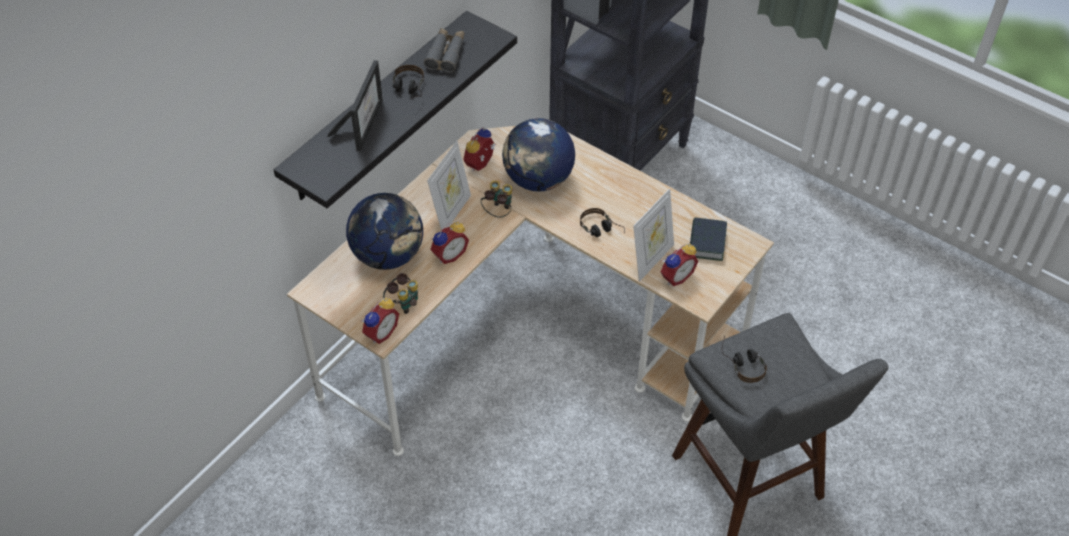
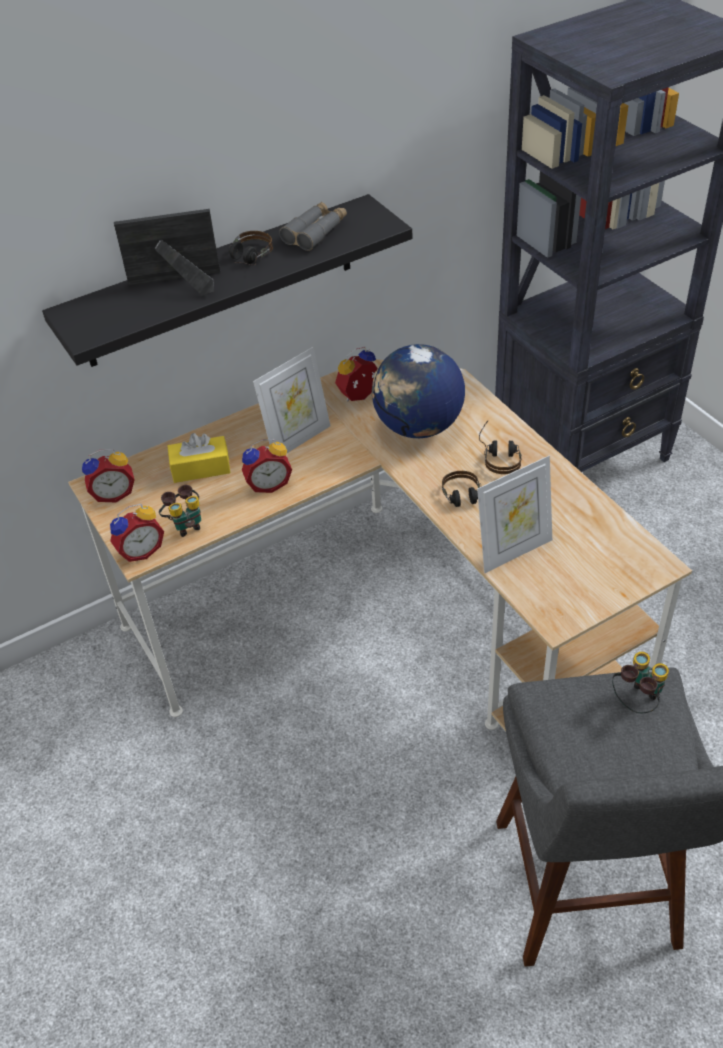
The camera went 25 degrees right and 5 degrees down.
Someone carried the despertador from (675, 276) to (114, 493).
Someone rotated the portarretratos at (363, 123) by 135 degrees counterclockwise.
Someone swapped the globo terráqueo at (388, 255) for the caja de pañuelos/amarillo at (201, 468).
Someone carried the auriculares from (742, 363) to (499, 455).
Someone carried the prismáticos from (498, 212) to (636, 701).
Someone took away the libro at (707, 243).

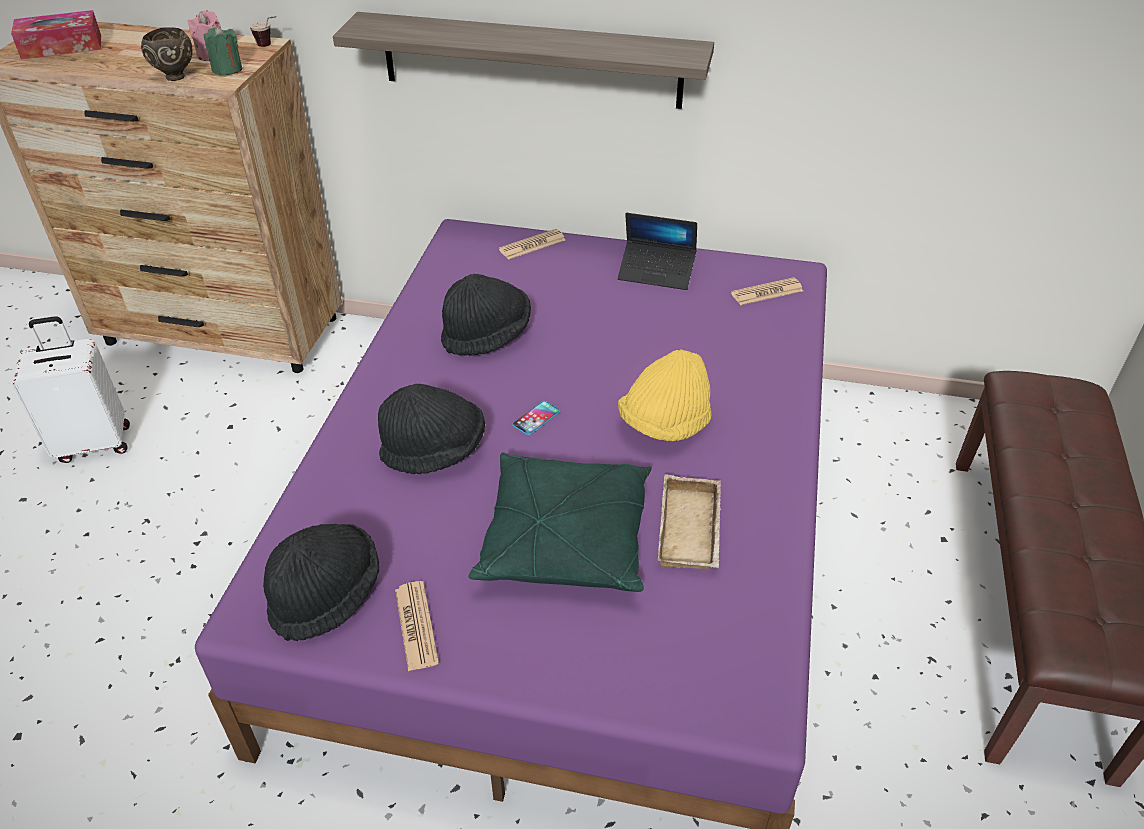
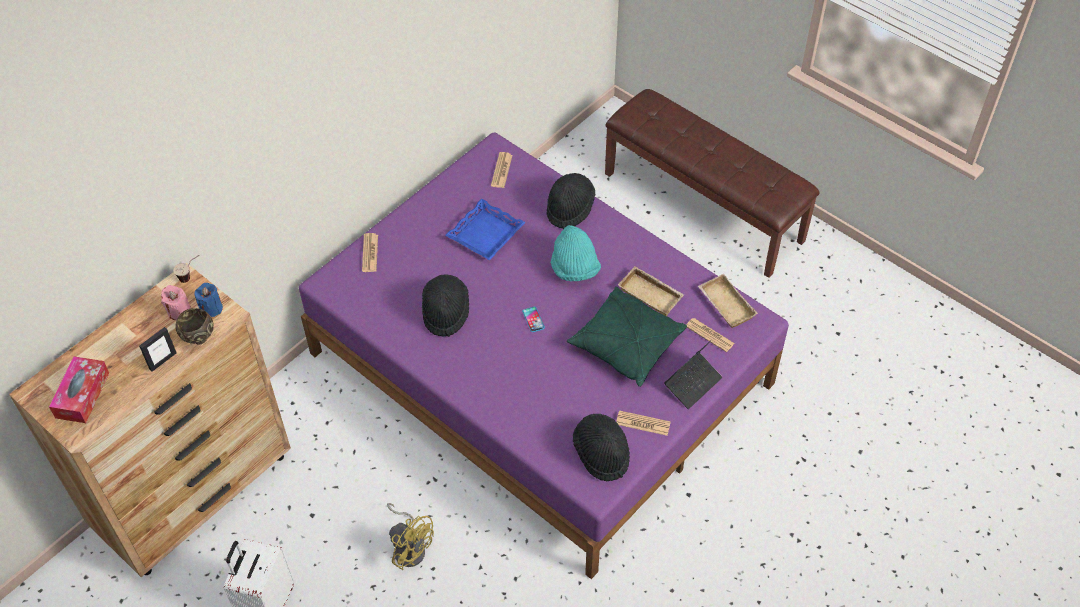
The camera went 60 degrees left and 10 degrees up.
Someone put down the portarretratos at (162, 361).
Someone repainted the vela/verde at (227, 69), which became the vela/azul at (211, 308).
Someone put down the ventilador/amarillo at (410, 547).
Someone put down the bandeja/azul at (486, 234).
Someone carried the sombrero/negro from (434, 451) to (569, 208).
Someone repainted the sombrero/amarillo at (664, 424), which became the sombrero/turquesa at (574, 268).
Someone carried the portátil from (656, 272) to (692, 383).
Someone put down the periódico at (709, 335).
Someone put down the bandeja/beis at (724, 304).
Someone took away the estante at (531, 60).

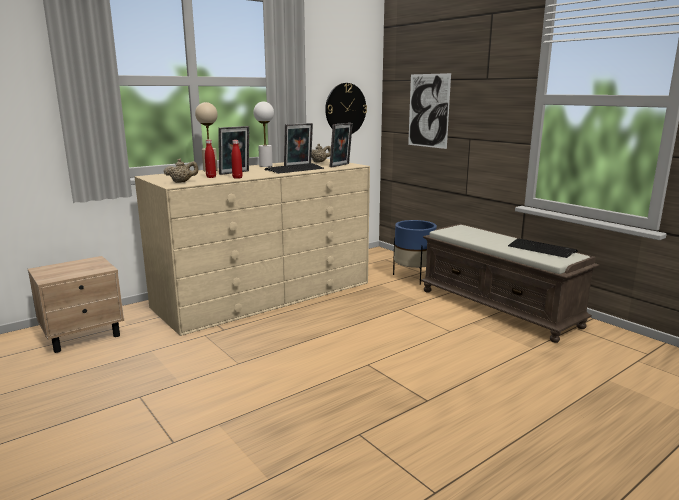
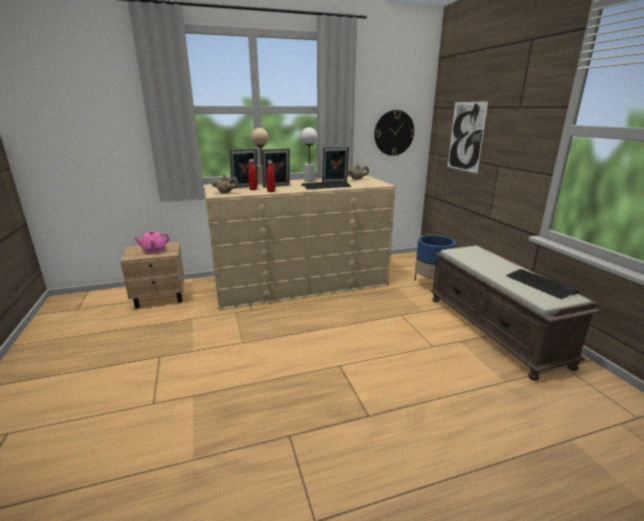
The camera went 20 degrees right and 5 degrees up.
Someone put down the tetera/rosa at (154, 250).
Someone carried the portarretratos from (341, 165) to (245, 187).

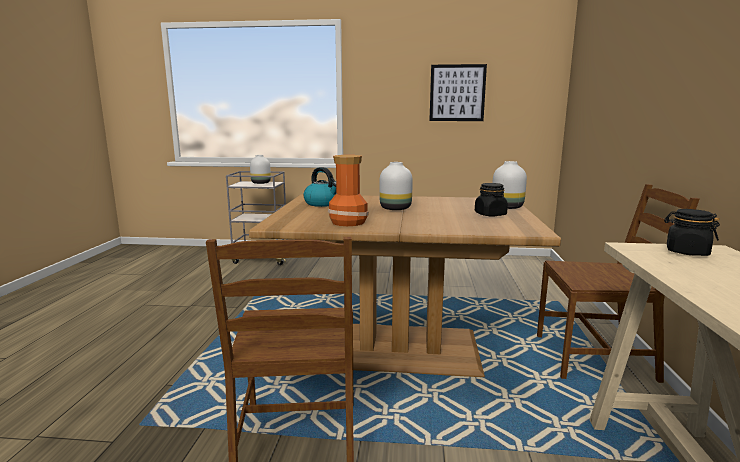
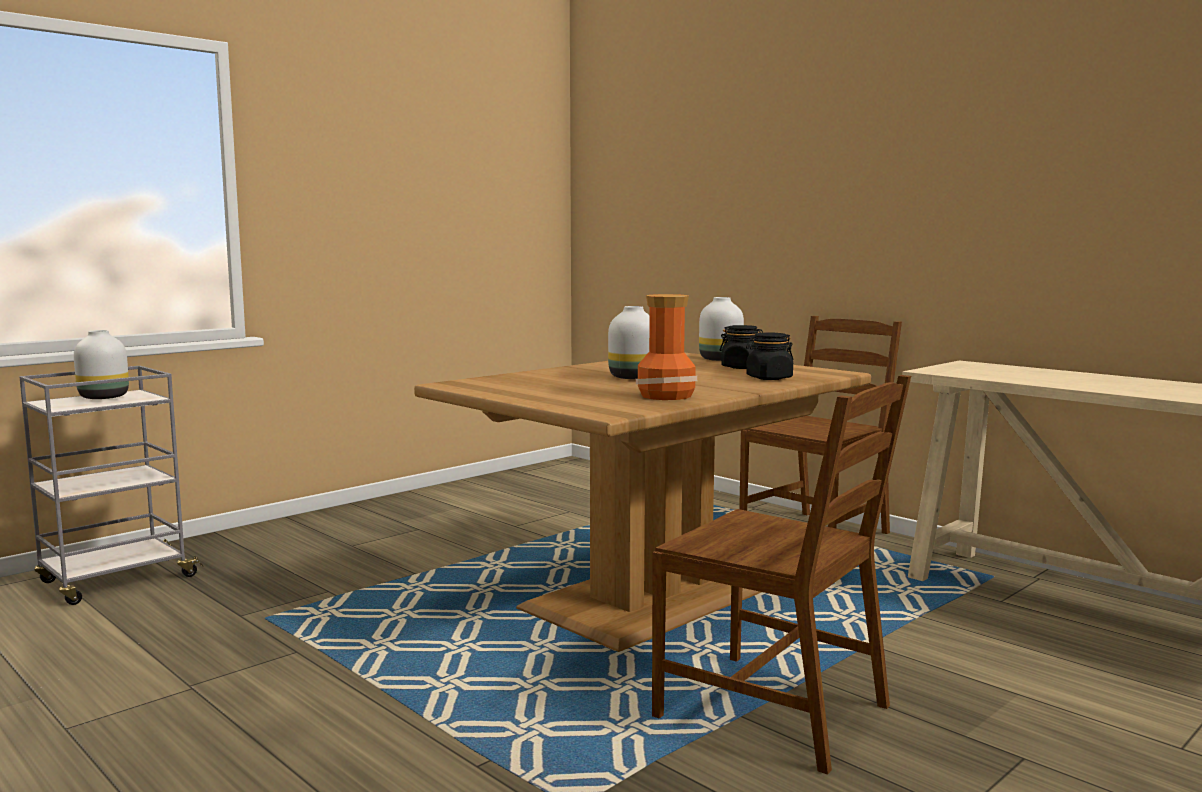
The camera went 50 degrees left and 5 degrees down.
Someone carried the tarro/negro from (686, 252) to (769, 378).
Someone took away the hervidor at (323, 203).
Someone took away the cuadro at (457, 93).

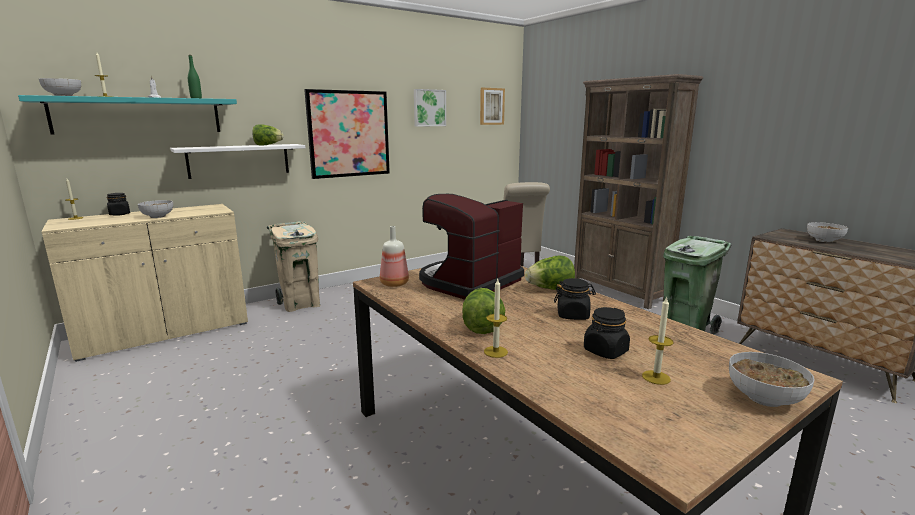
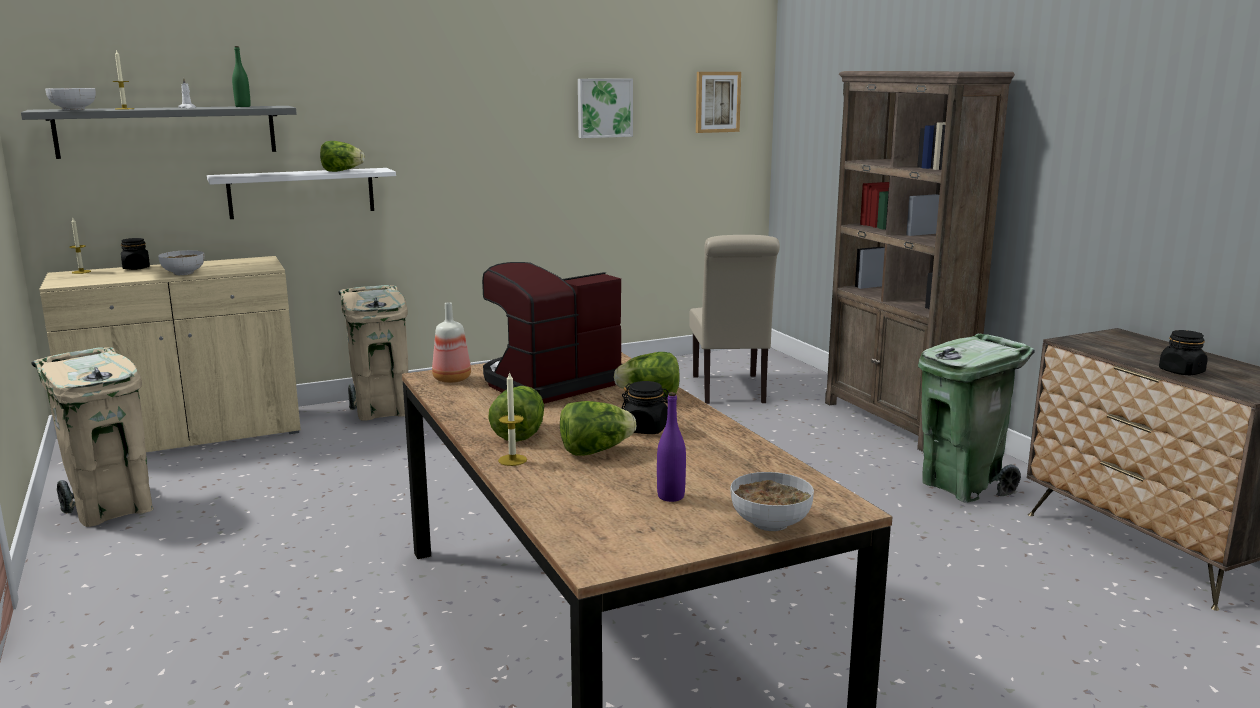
The camera went 10 degrees right and 0 degrees up.
Someone repainted the estante/turquesa at (139, 115), which became the estante/gris at (167, 131).
Someone put down the papelera/beis at (112, 509).
Someone put down the lechuga at (595, 451).
Someone swapped the vela at (656, 377) for the botella/morado at (670, 496).
Someone carried the tarro/negro from (605, 351) to (1181, 372).
Someone took away the cuadro at (349, 134).
Someone took away the cuenco at (824, 240).

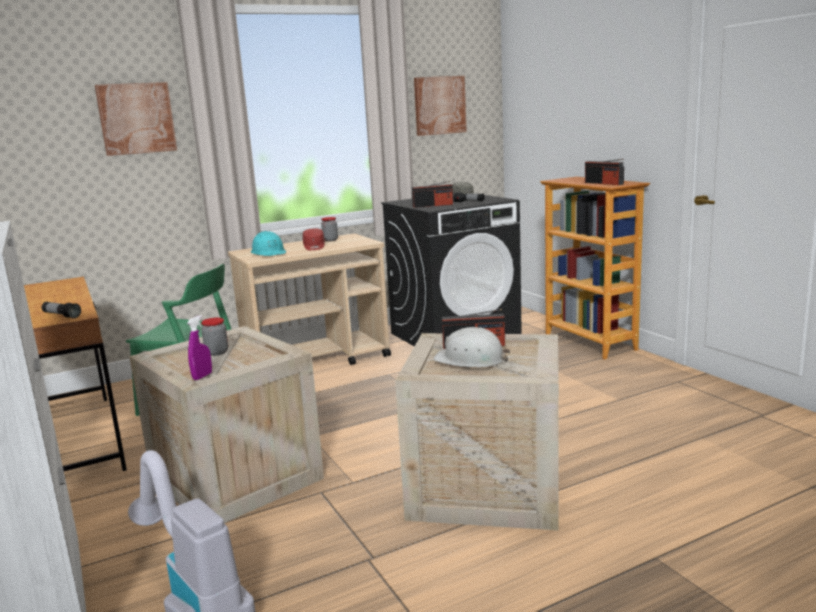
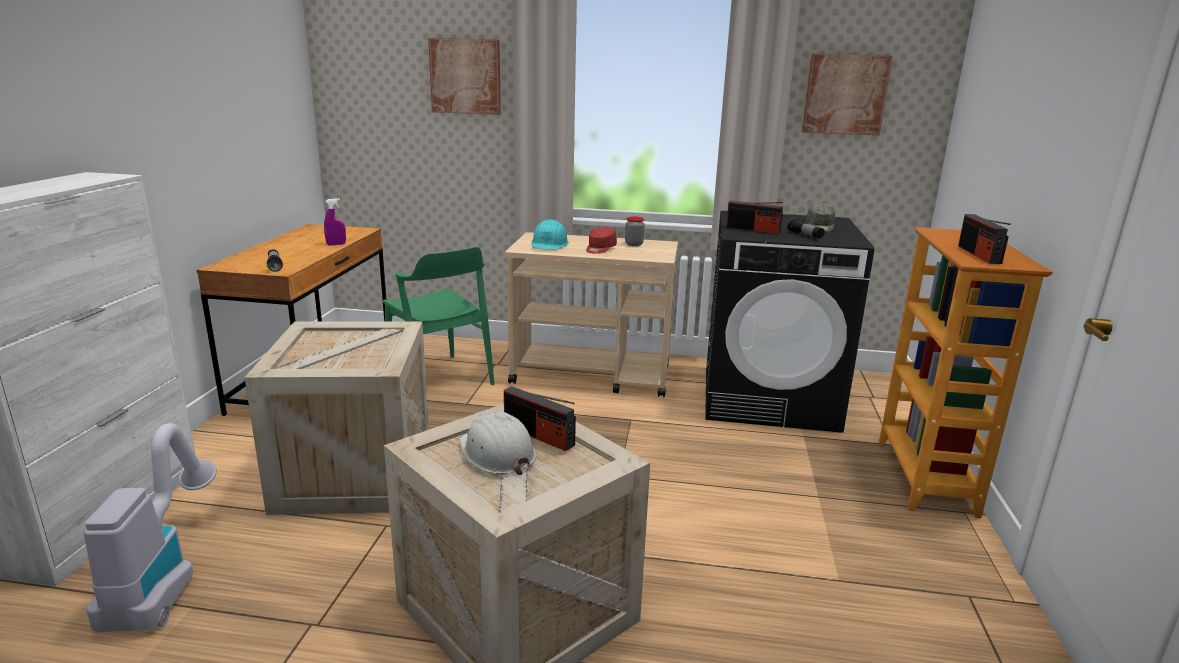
The camera went 35 degrees right and 5 degrees up.
Someone carried the pulverizador/morado from (202, 376) to (336, 244).
Someone took away the tarro at (217, 352).

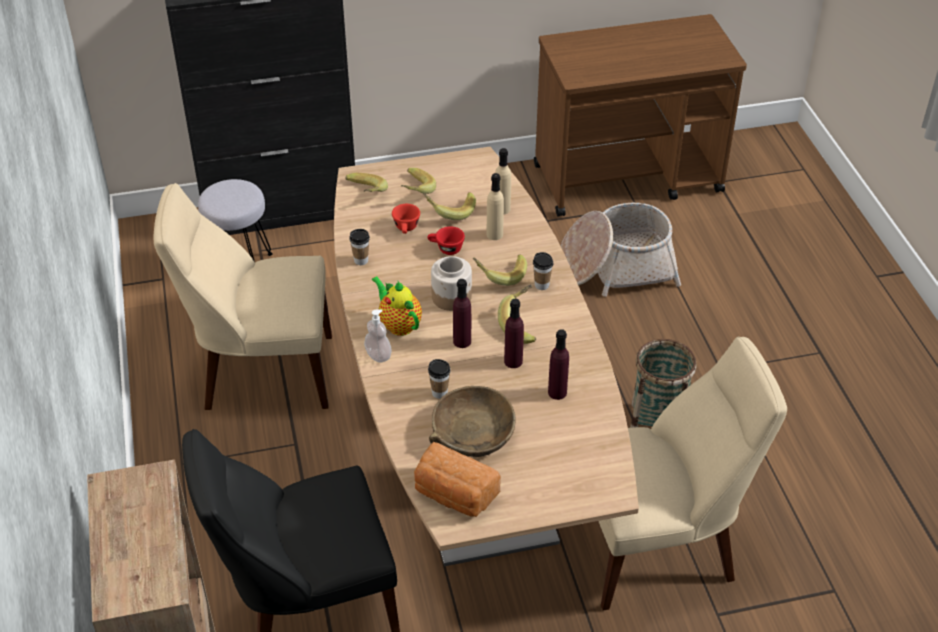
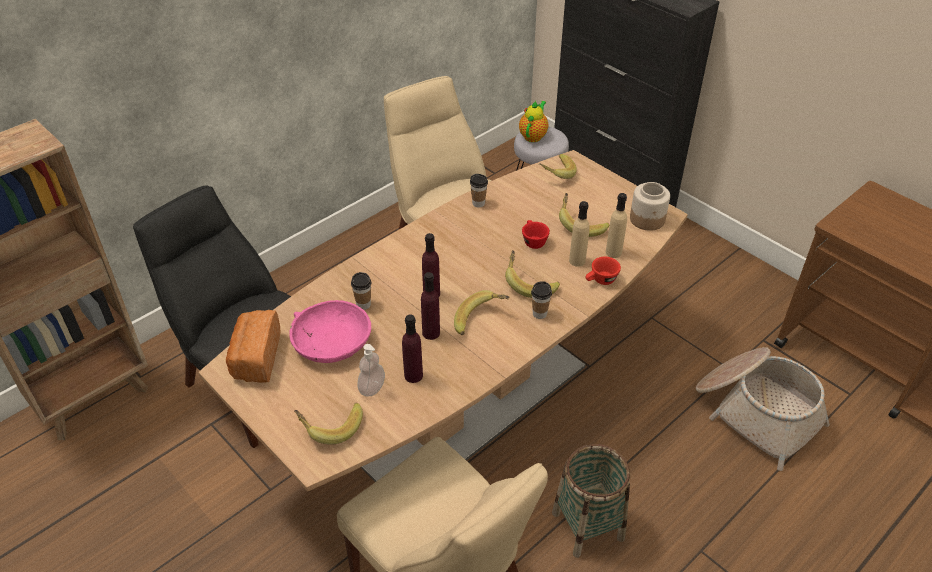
The camera went 60 degrees right and 0 degrees up.
Someone repainted the cuenco/marrón at (473, 433), which became the cuenco/rosa at (331, 342).
Someone carried the plátano from (413, 191) to (330, 427).
Someone carried the dispensador de jabón from (378, 355) to (372, 388).
Someone carried the tetera from (398, 324) to (533, 136).
Someone carried the taza/rojo from (406, 229) to (600, 281).
Someone carried the tarro from (452, 297) to (647, 219).

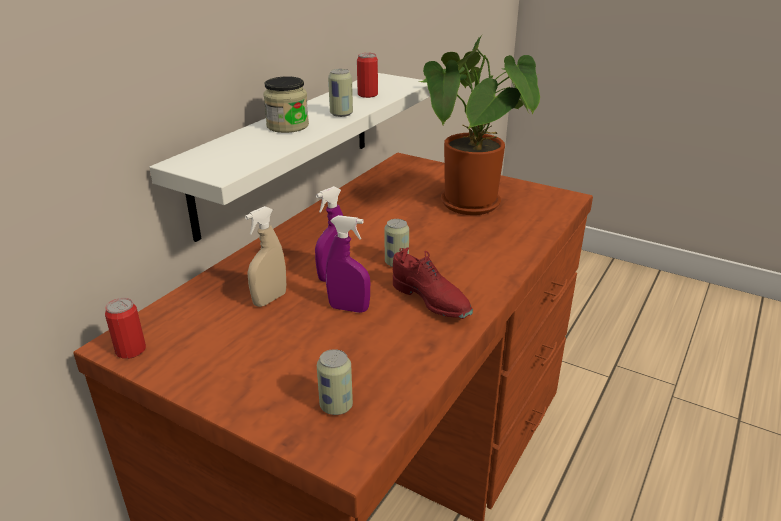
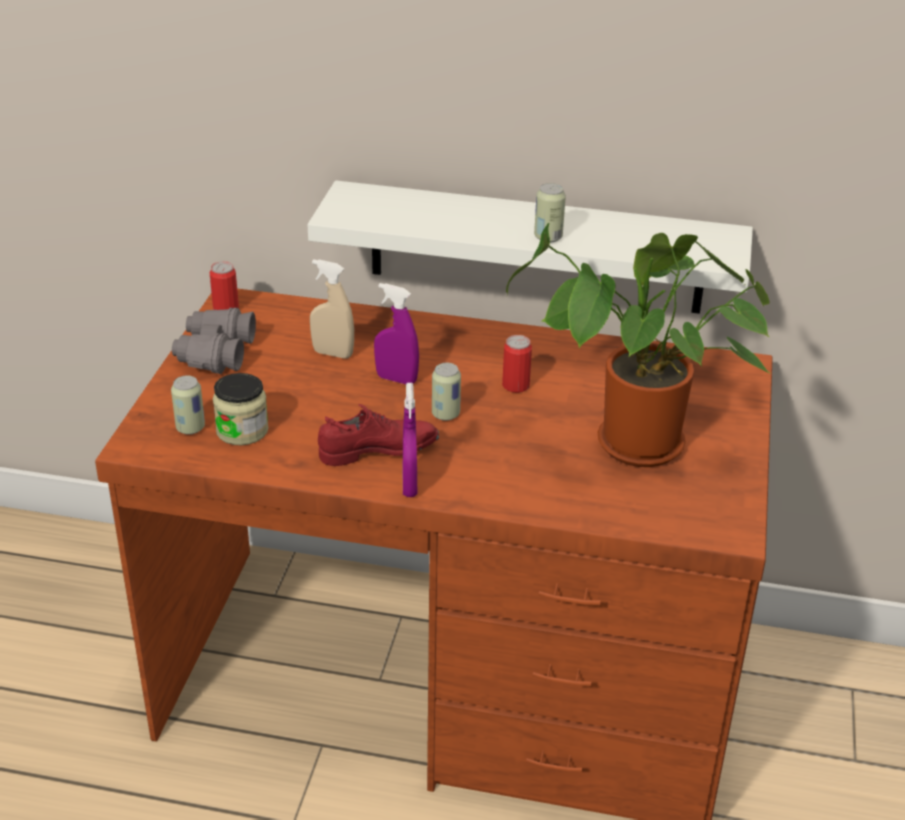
The camera went 70 degrees right and 5 degrees up.
Someone put down the prismáticos/gris at (215, 353).
Someone carried the tarro from (287, 126) to (242, 431).
Someone rotated the zapato/rojo at (431, 301) by 135 degrees counterclockwise.
Someone carried the pulverizador/morado from (349, 308) to (409, 485).
Someone carried the lata from (367, 95) to (515, 385).

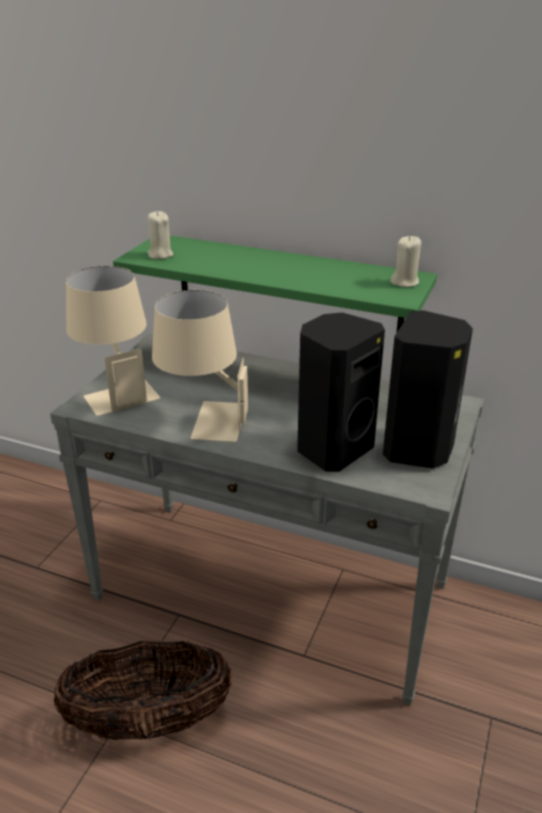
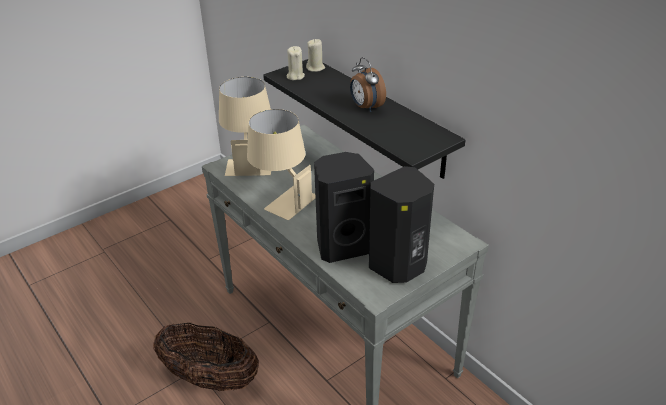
The camera went 30 degrees right and 5 degrees up.
Someone repainted the estante/verde at (287, 285), which became the estante/negro at (380, 117).
Someone carried the vela/beis from (405, 282) to (315, 68).
Someone put down the despertador at (365, 107).

